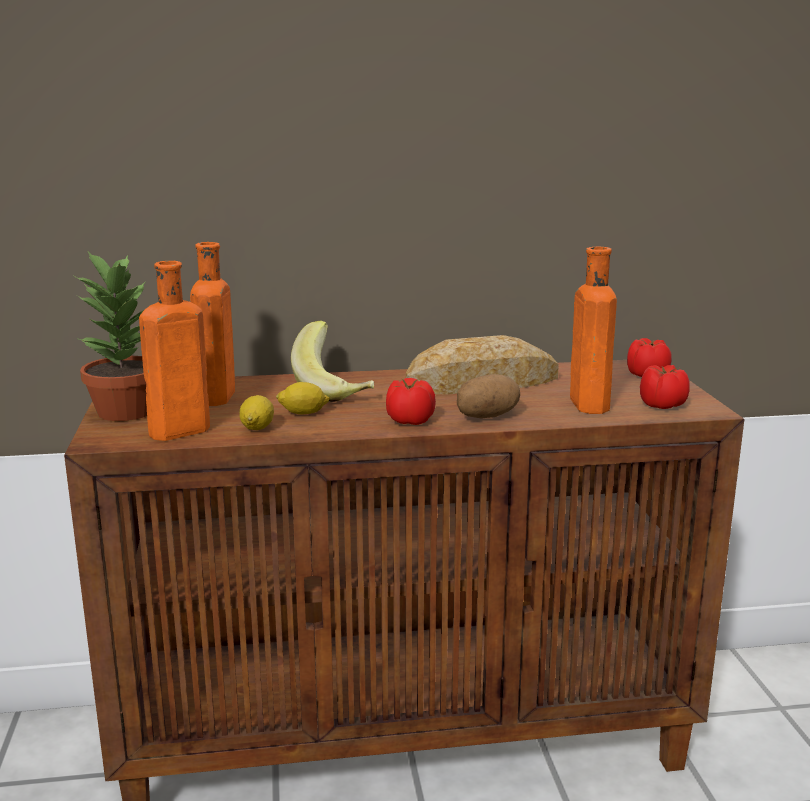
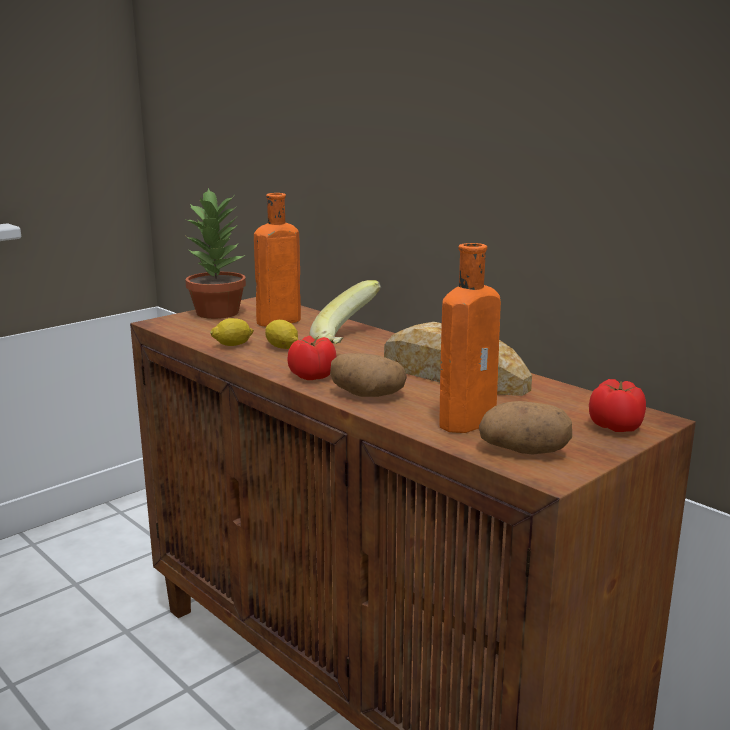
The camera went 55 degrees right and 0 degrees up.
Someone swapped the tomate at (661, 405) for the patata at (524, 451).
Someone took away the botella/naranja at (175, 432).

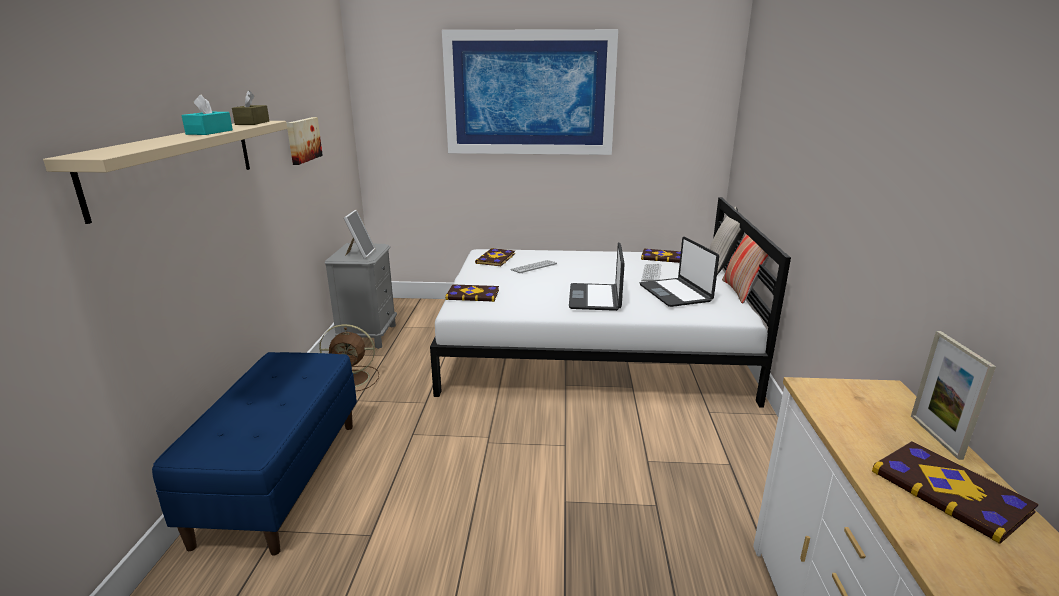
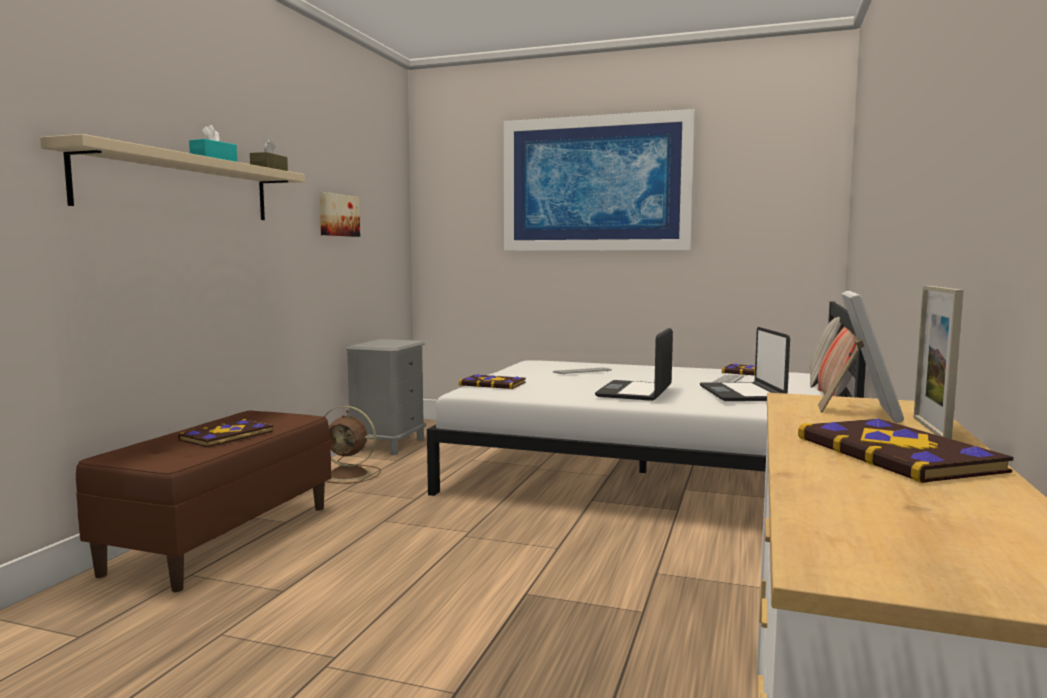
The camera went 15 degrees right and 15 degrees down.
Someone repainted the banco/azul at (280, 478), which became the banco/marrón at (222, 538).
Someone carried the libro from (496, 258) to (227, 436).
Someone carried the portarretratos from (360, 254) to (860, 412).

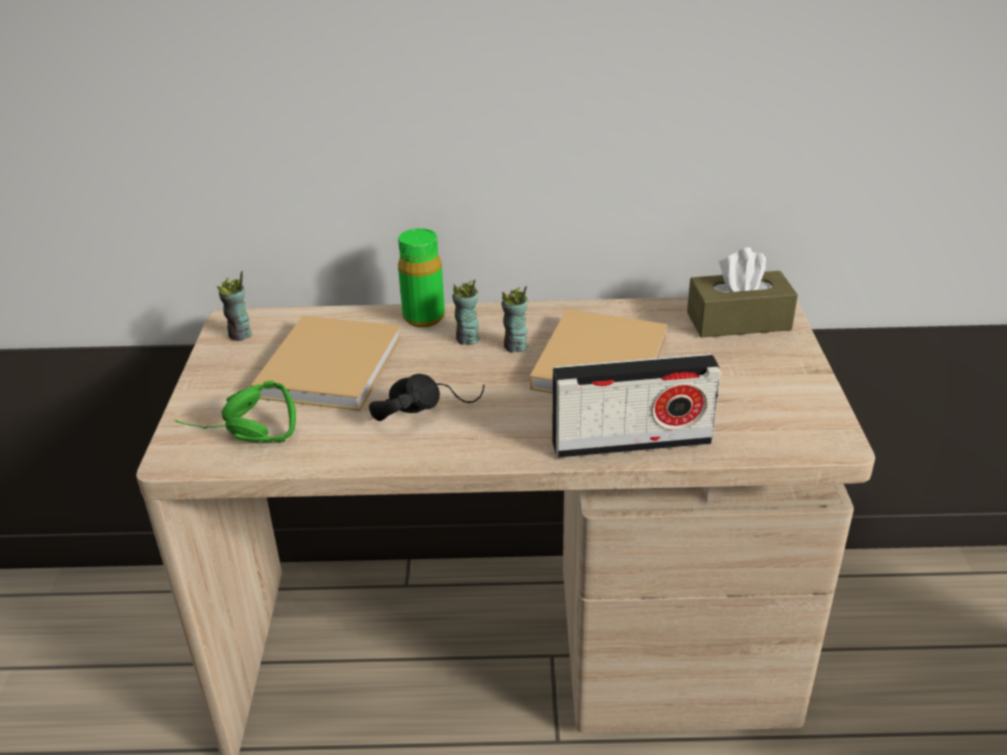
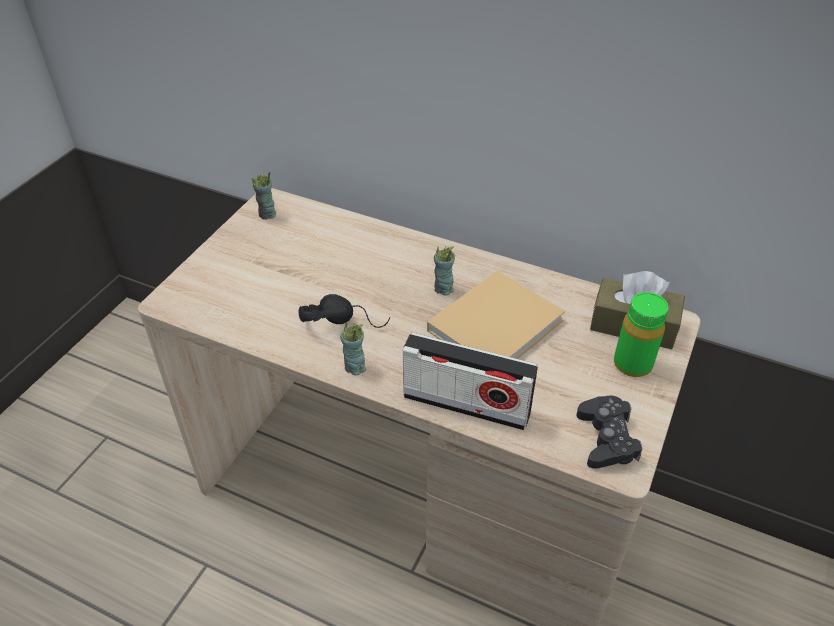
The camera went 25 degrees right and 10 degrees up.
Someone carried the taza from (467, 339) to (354, 367).
Someone put down the mando de consola/negro at (606, 439).
Someone carried the botella/verde from (424, 318) to (632, 364).
Someone took away the auriculares/verde at (239, 437).
Someone took away the libro/beis at (332, 364).

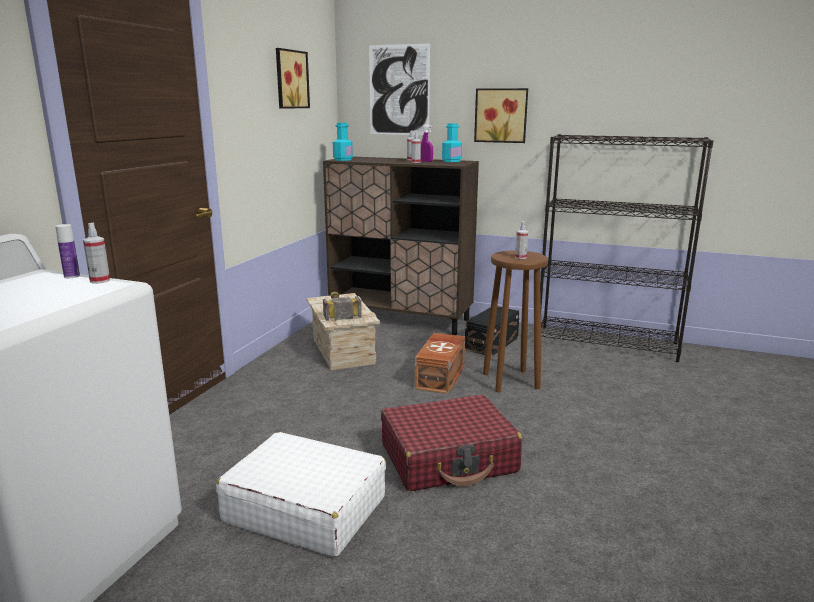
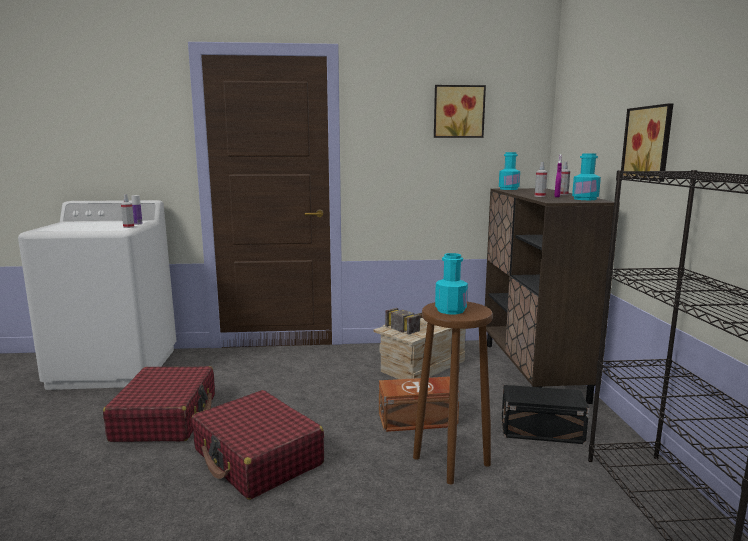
The camera went 65 degrees right and 5 degrees down.
Someone repainted the maleta/blanco at (305, 509), which became the maleta/rojo at (166, 417).
Someone swapped the pulverizador at (520, 257) for the botella/turquesa at (450, 310).
Someone took away the cuadro at (399, 90).

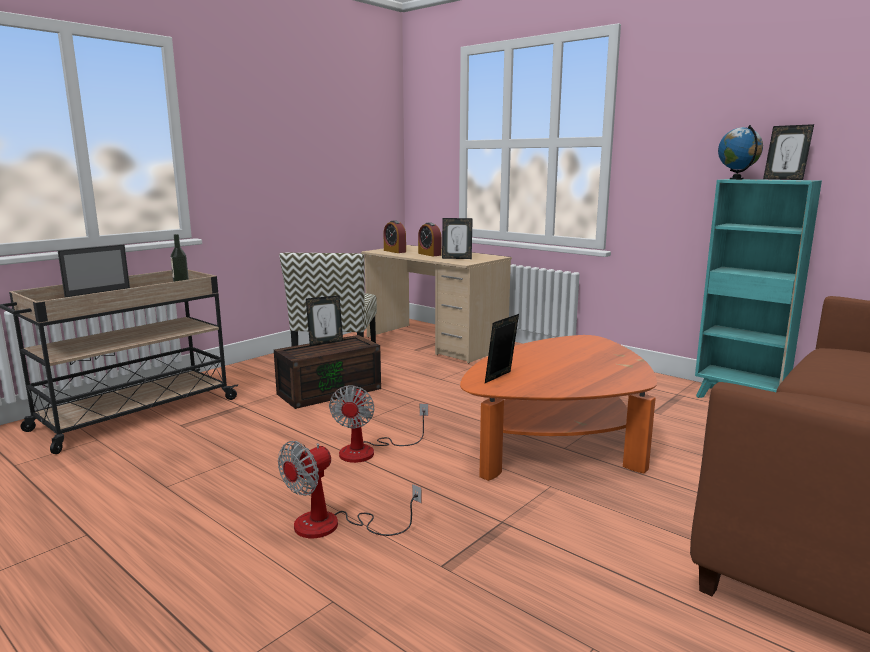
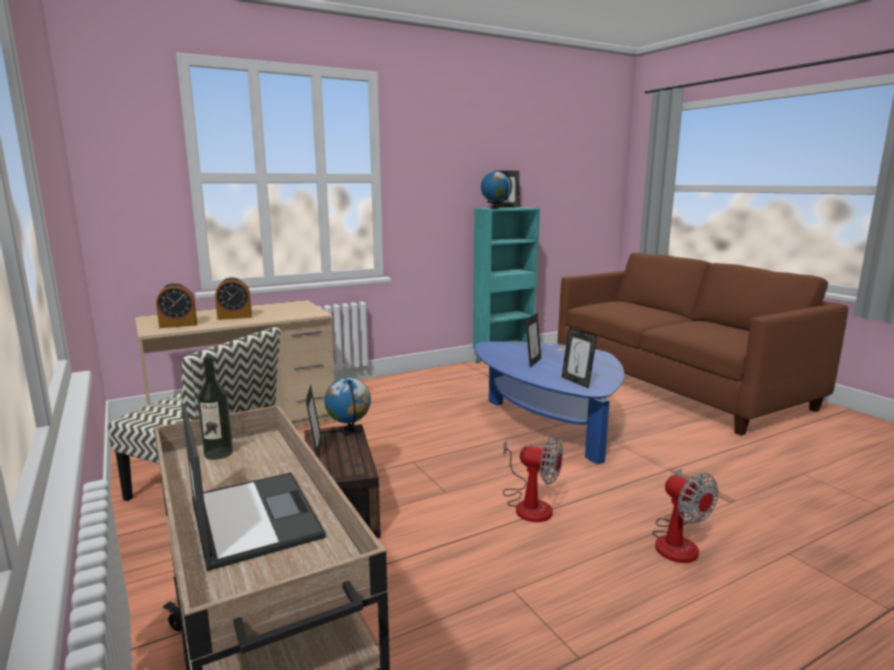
The camera went 70 degrees left and 0 degrees up.
Someone put down the globo terráqueo at (349, 431).
Someone repainted the mesa de centro/naranja at (558, 443), which became the mesa de centro/azul at (547, 425).
Someone carried the portarretratos from (456, 258) to (532, 362).

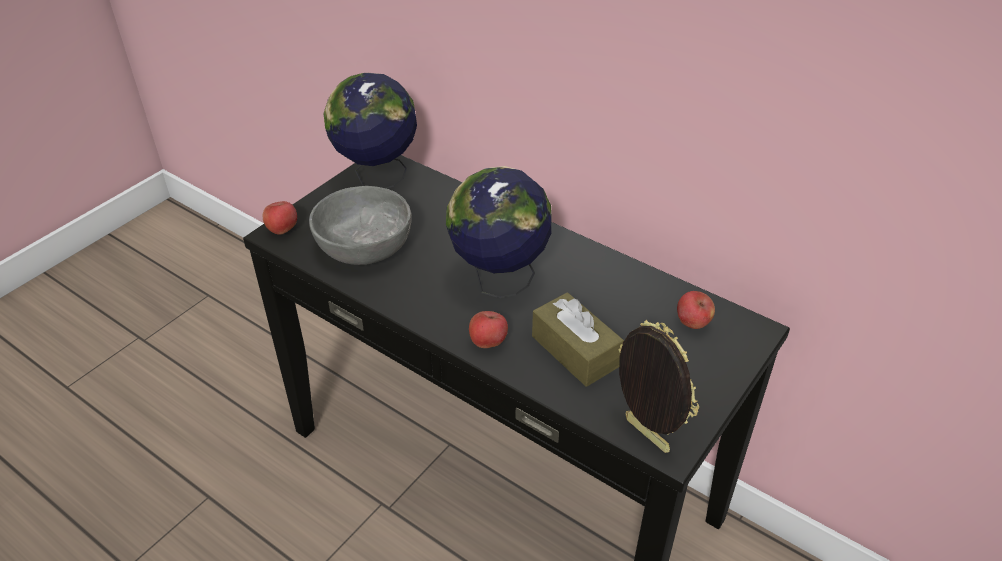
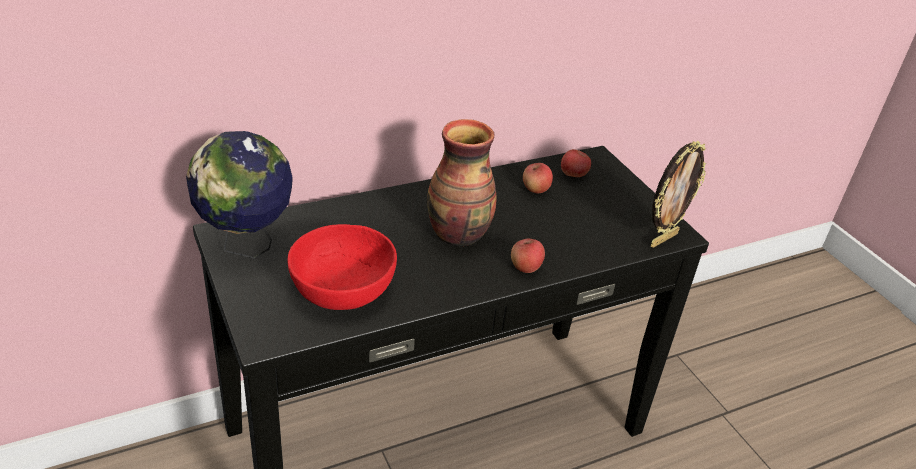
The camera went 65 degrees left and 5 degrees down.
Someone repainted the cuenco/gris at (364, 245), which became the cuenco/rojo at (342, 288).
Someone swapped the globo terráqueo at (499, 281) for the florero at (459, 235).
Someone carried the manzana from (282, 229) to (535, 189).
Someone rotated the portarretratos at (644, 436) by 150 degrees clockwise.
Someone took away the caja de pañuelos/marrón at (575, 351).

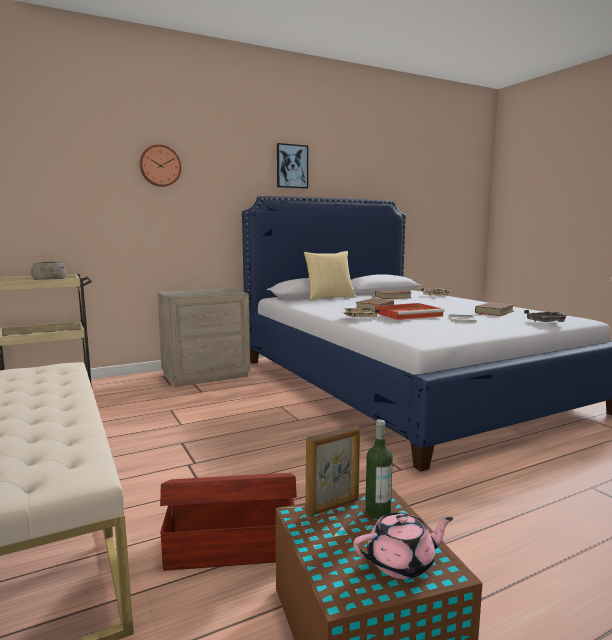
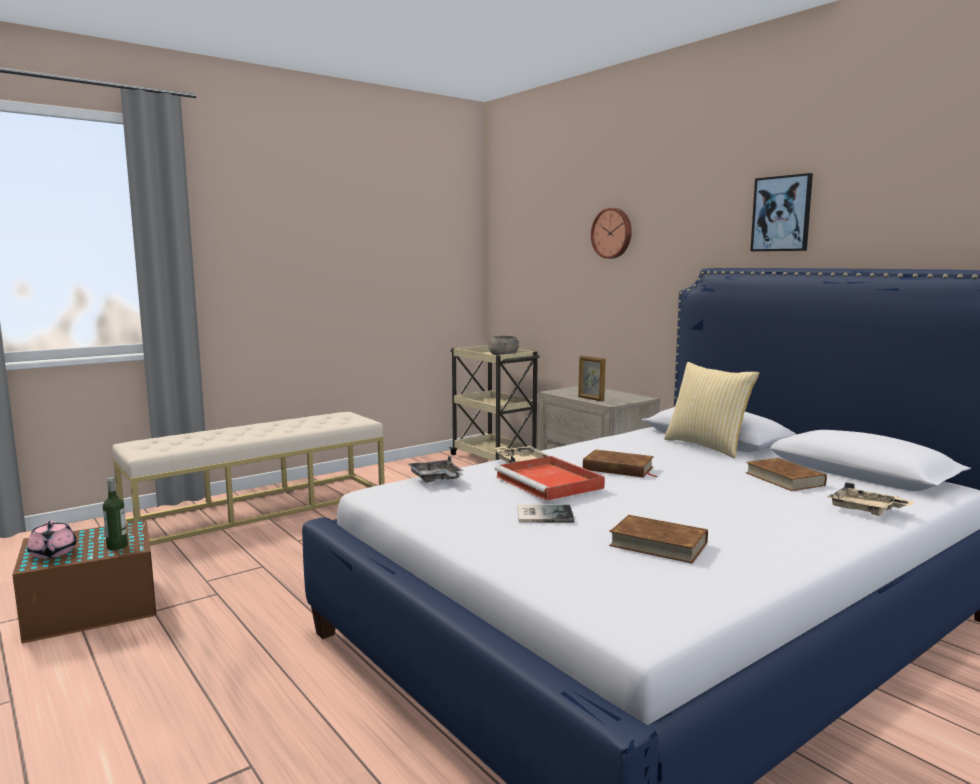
The camera went 80 degrees right and 0 degrees up.
Someone carried the bandeja/gris from (547, 321) to (436, 479).
Someone carried the portarretratos from (333, 506) to (590, 399).
Someone took away the caja de almacenaje/marrón at (230, 545).

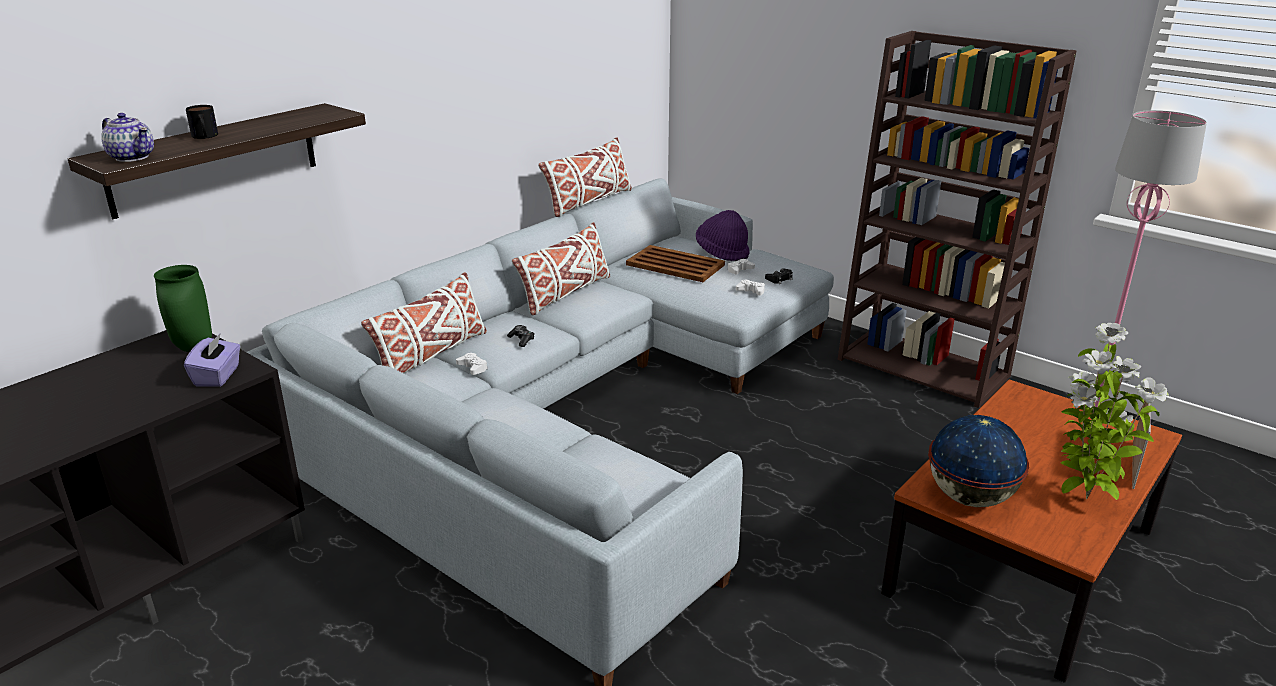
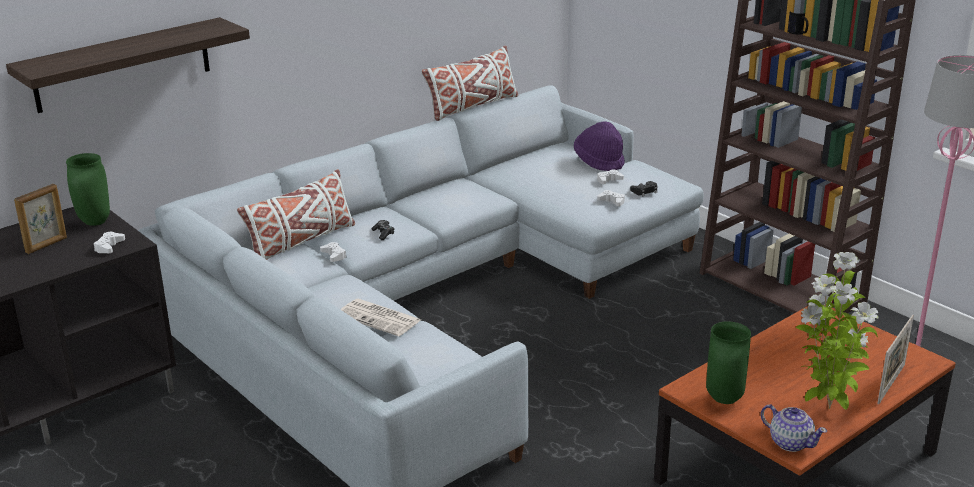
The camera went 10 degrees right and 0 degrees up.
Someone put down the portarretratos at (47, 245).
Someone swapped the caja de pañuelos/morado at (218, 376) for the mando de consola/blanco at (109, 247).
Someone put down the periódico at (380, 318).
Someone swapped the globo terráqueo at (969, 497) for the florero/verde at (723, 398).
Someone carried the tetera from (132, 157) to (790, 442).
Someone carried the taza grande from (205, 137) to (799, 33).
Someone took away the cojín/blanco at (565, 294).
Someone took away the bandeja/marrón at (674, 264).

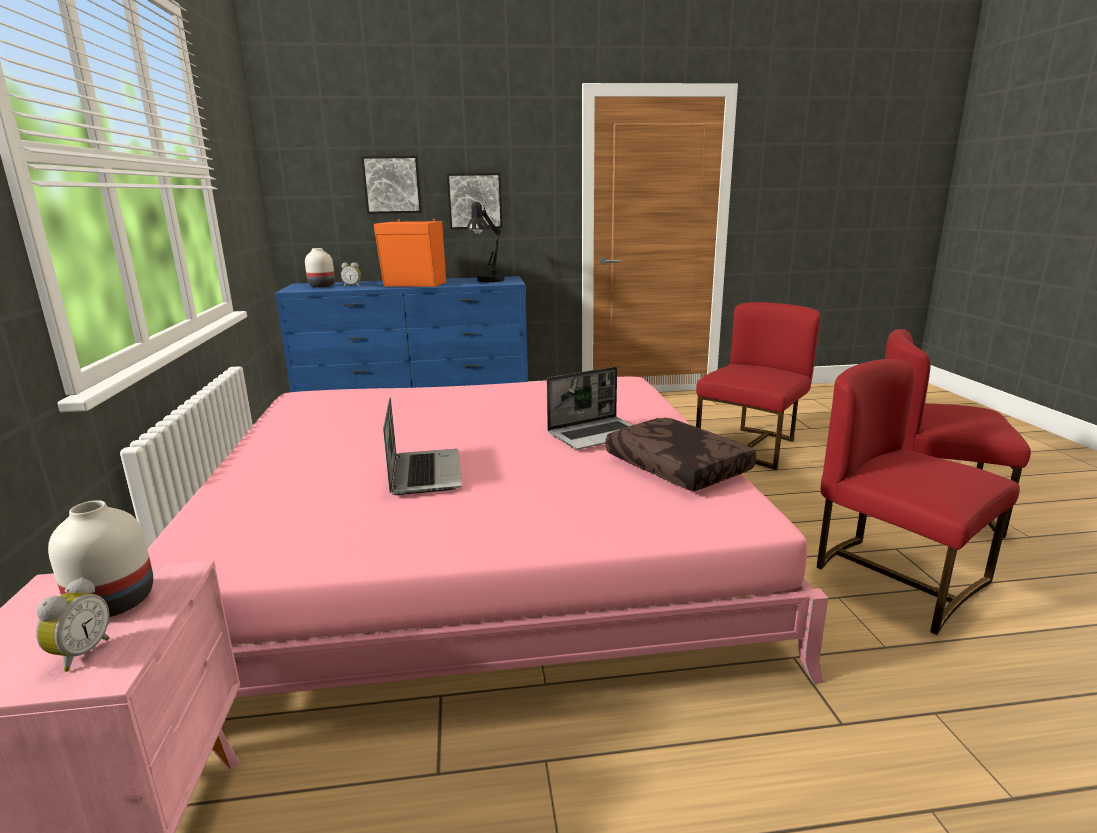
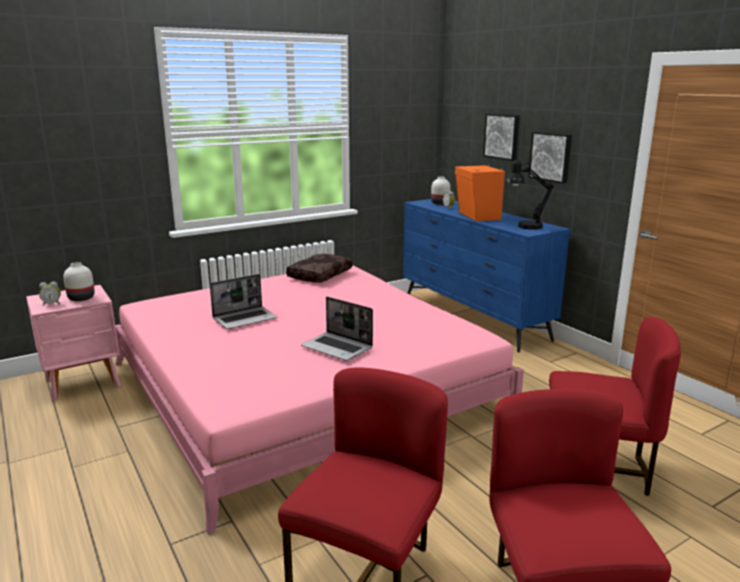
The camera went 65 degrees right and 0 degrees up.
Someone carried the cojín/marrón from (674, 467) to (319, 275).

